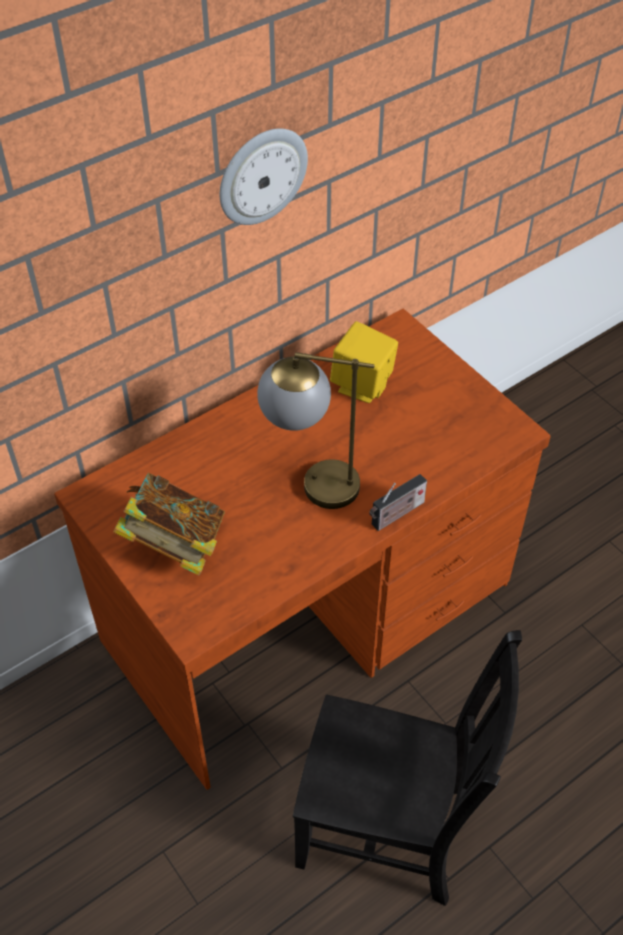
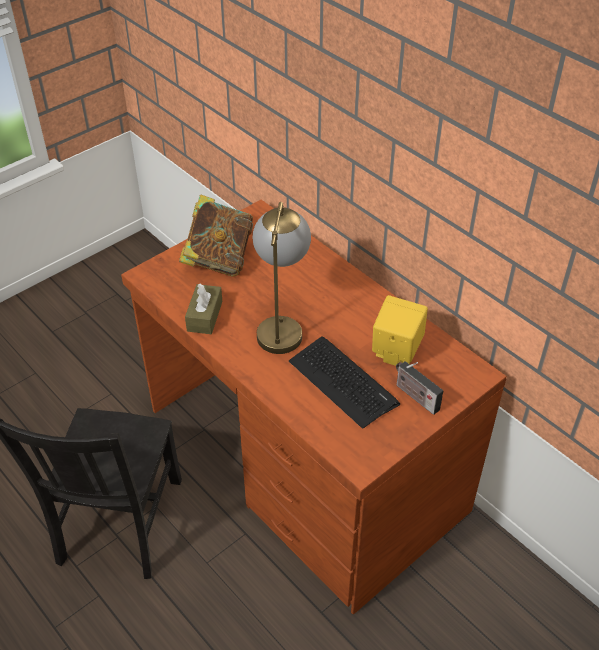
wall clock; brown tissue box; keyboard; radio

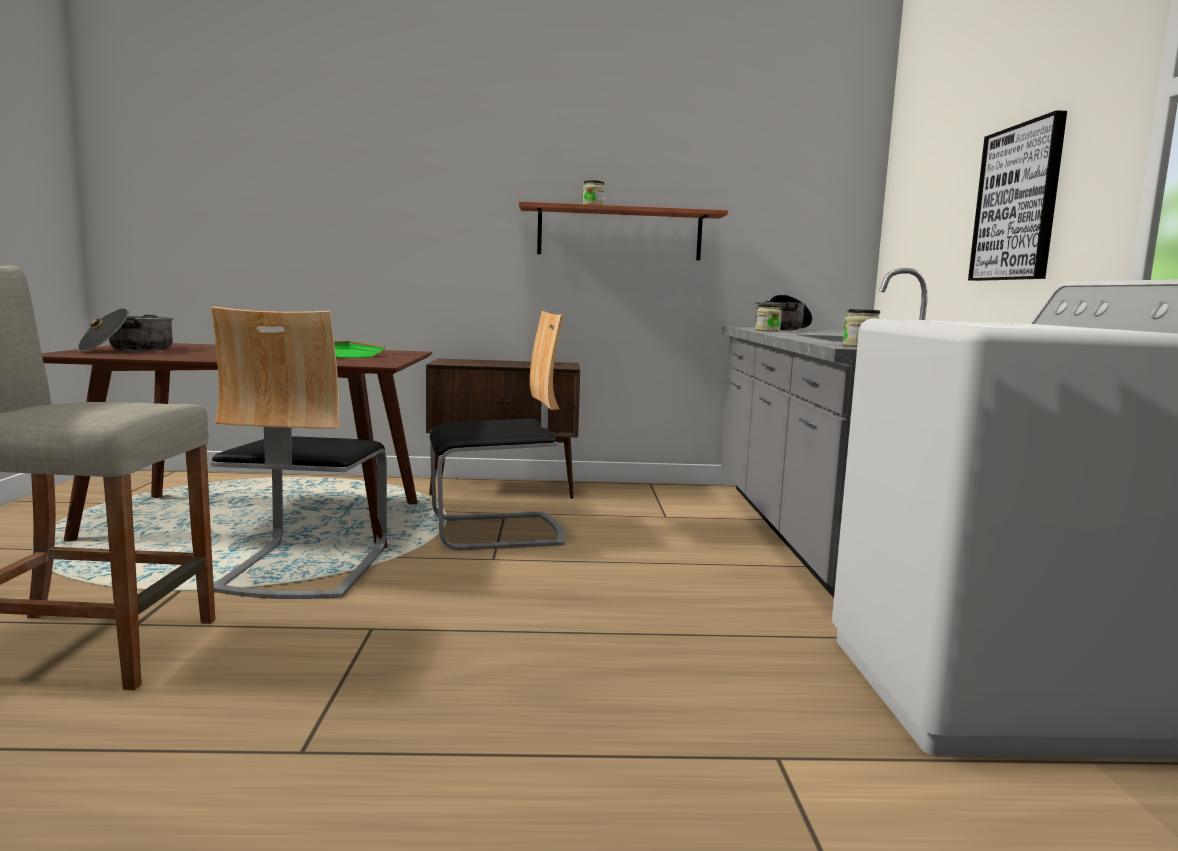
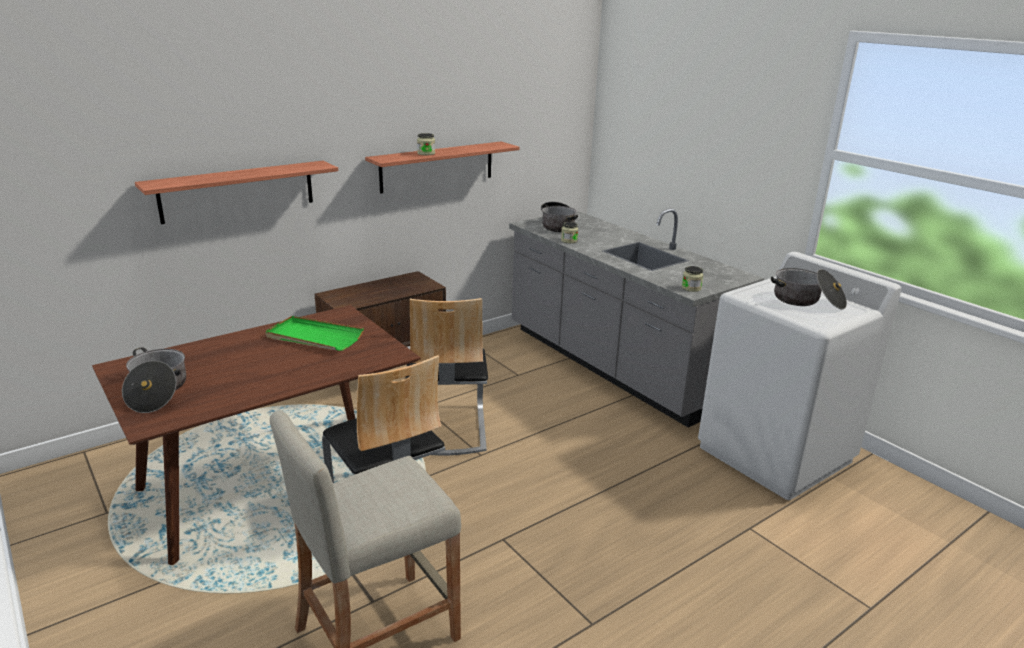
picture; shelf (1st from left); cooking pot (3rd from left); chair (2nd from left)

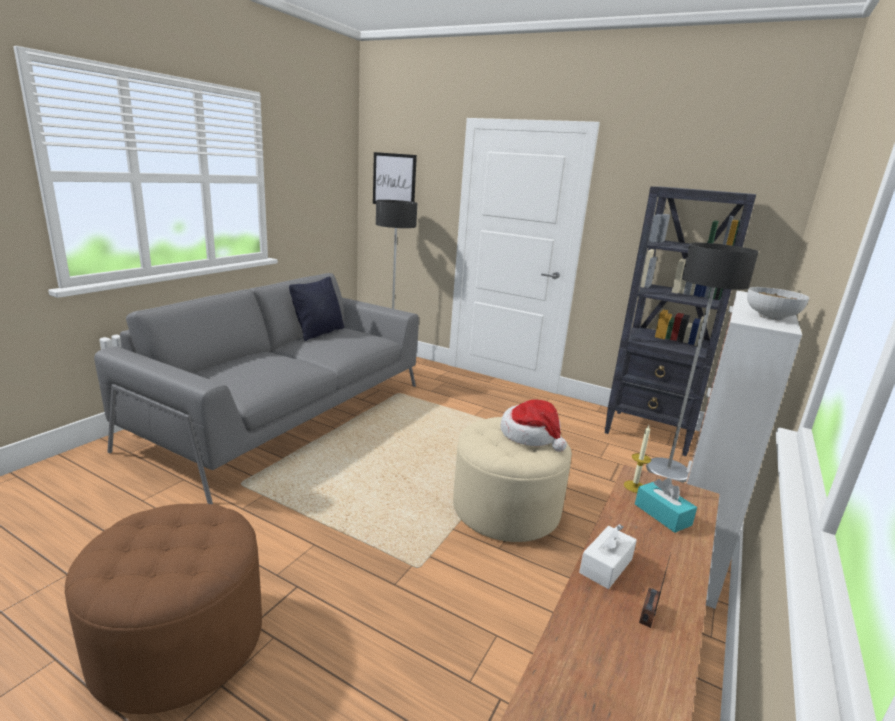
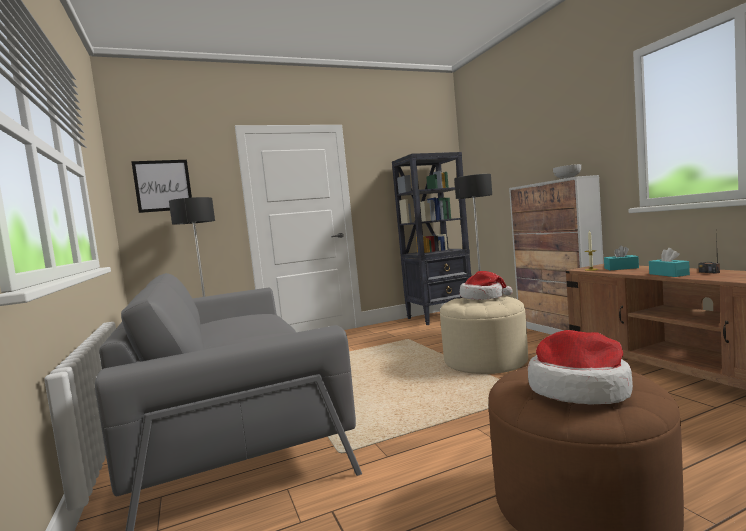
black pillow; hat (2nd from left); turquoise tissue box (2nd from left)

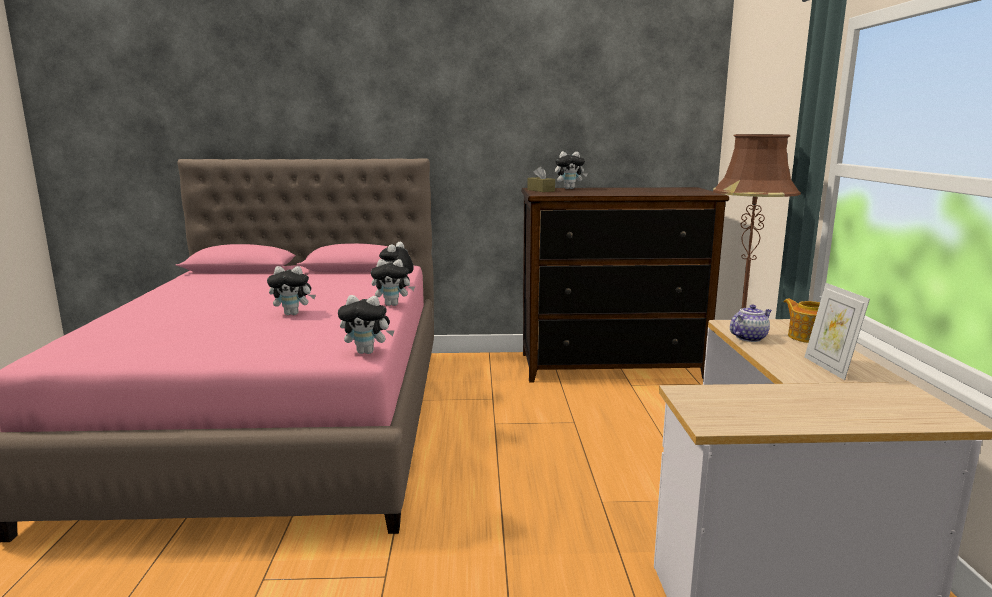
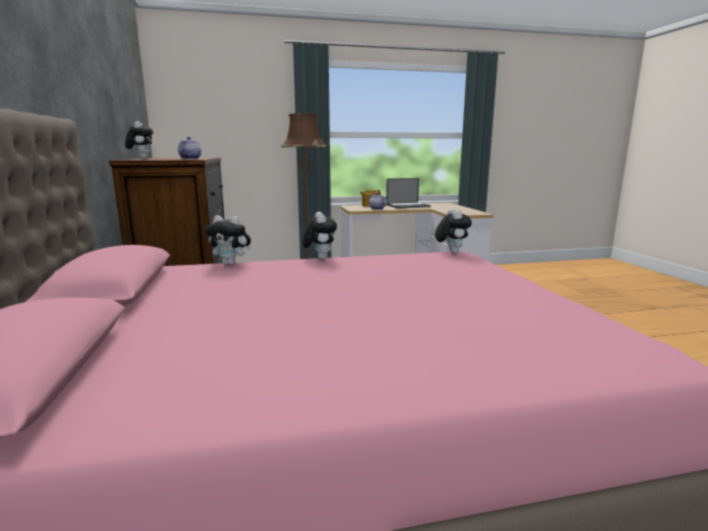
plush toy (1st from left in the first image); brown tissue box; teapot (1st from left); laptop

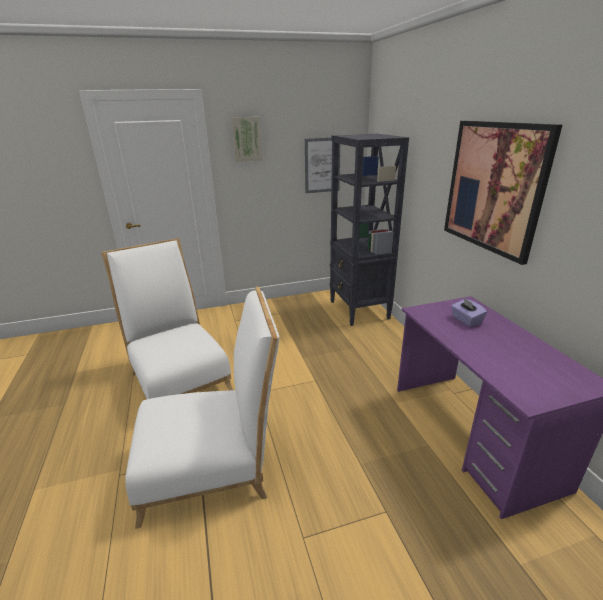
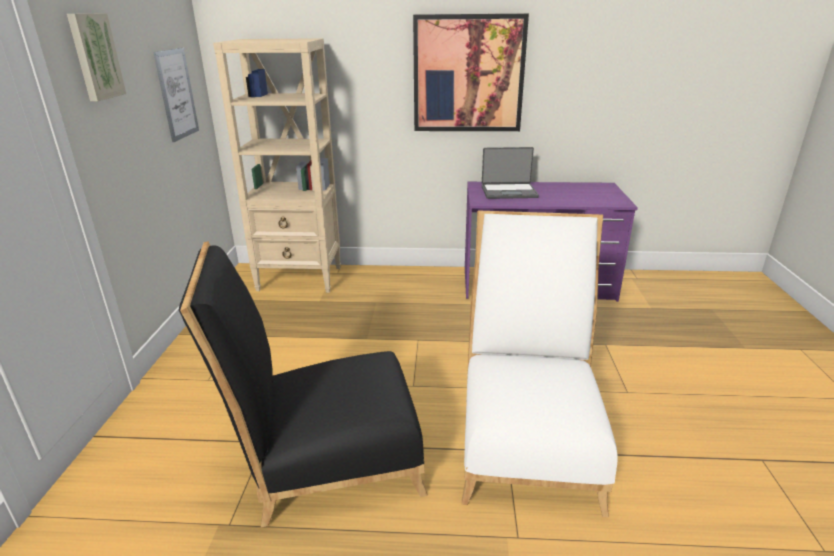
laptop; black chair; beige bookcase

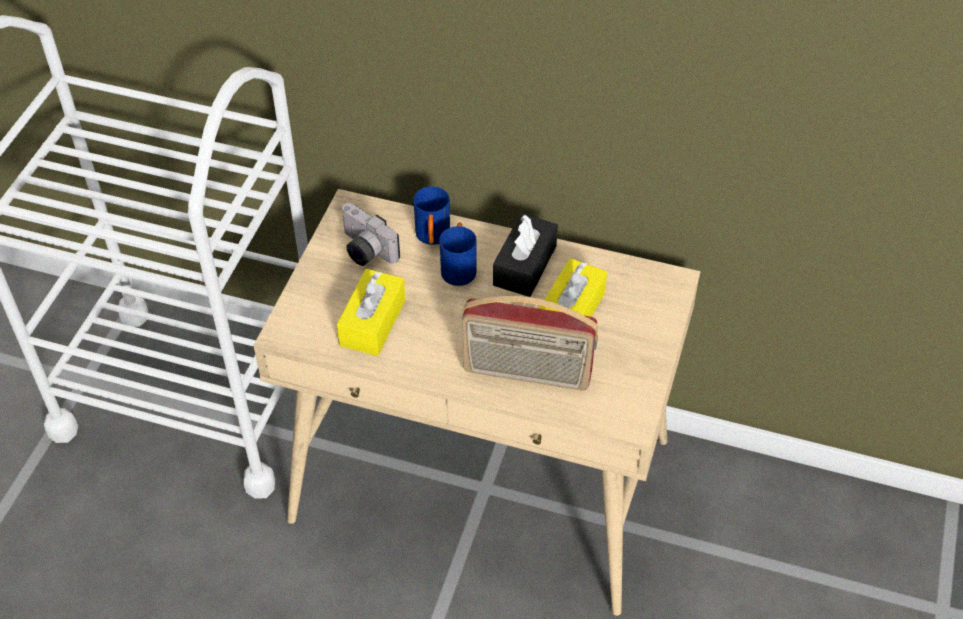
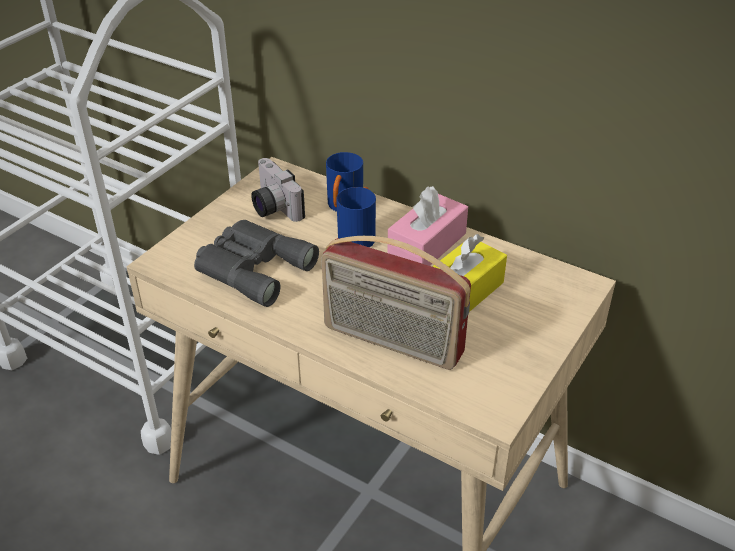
grey binoculars; pink tissue box

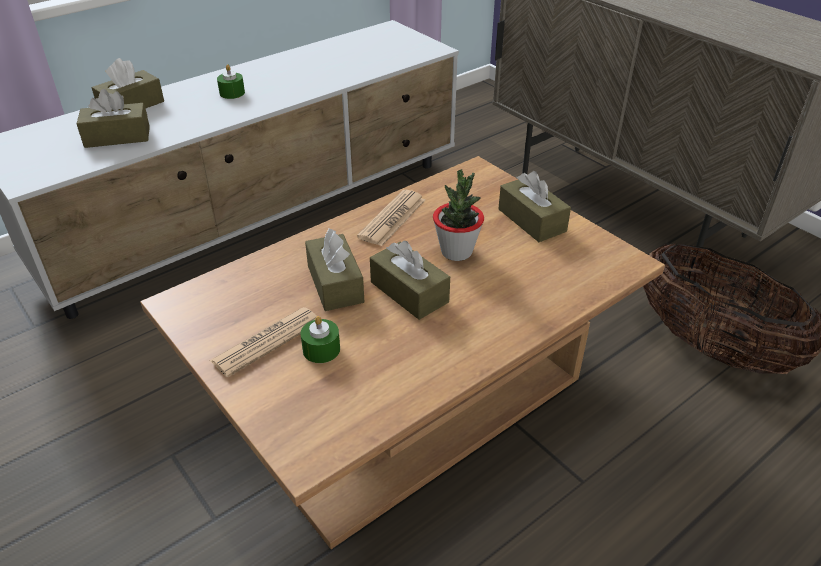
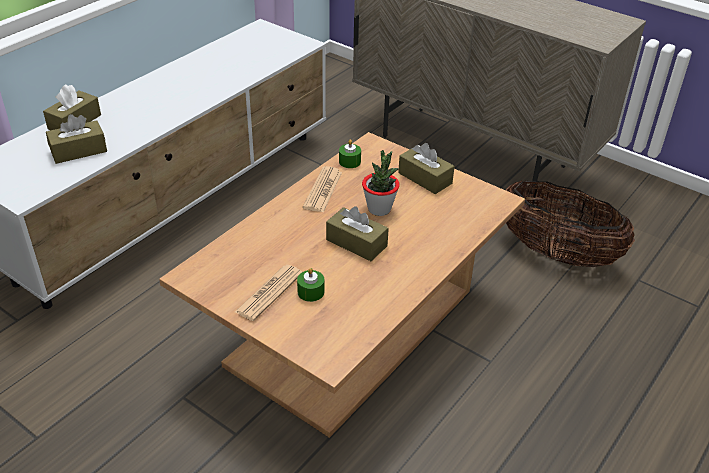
brown tissue box (3rd from left in the first image); green candle (2nd from left)

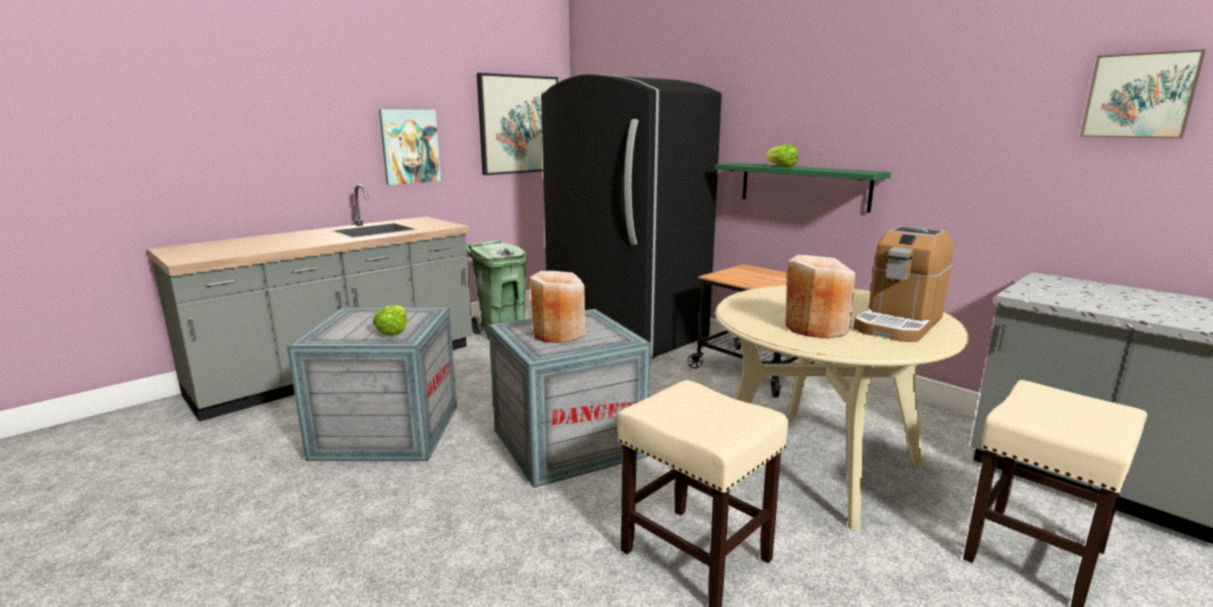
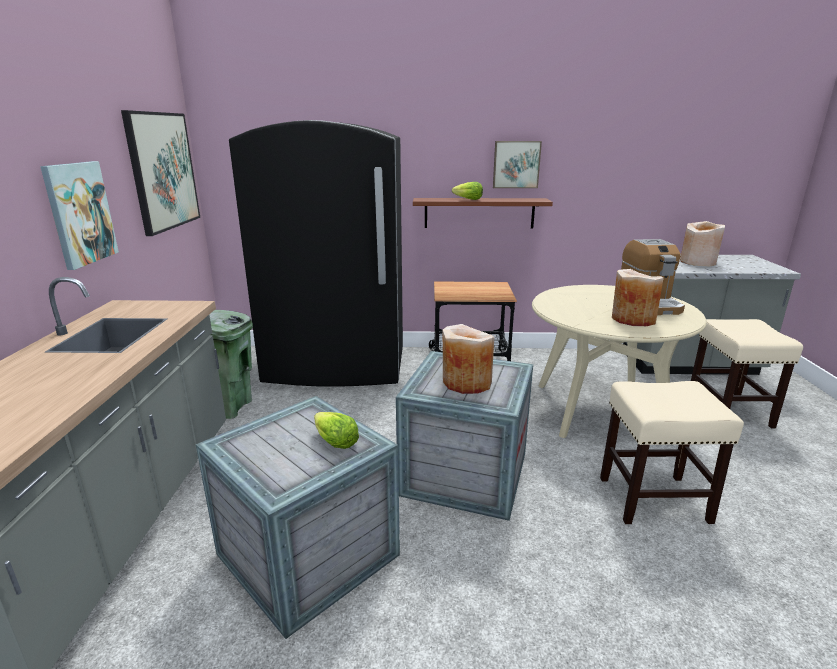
beige vase (3rd from left); picture (3rd from left); brown shelf

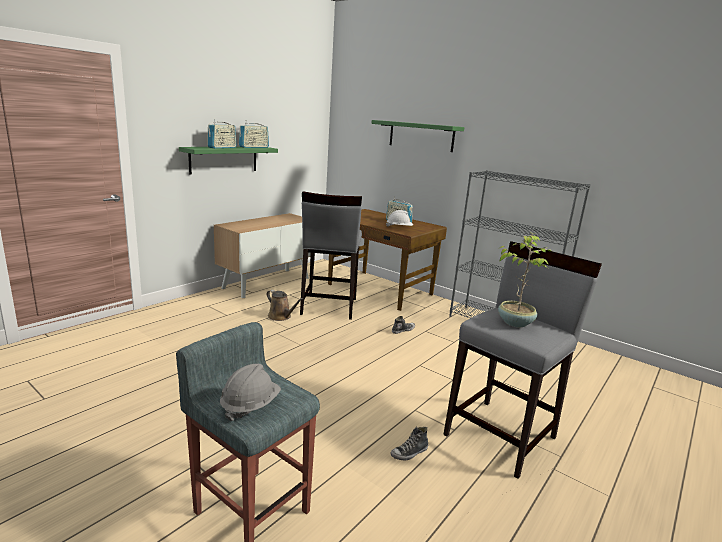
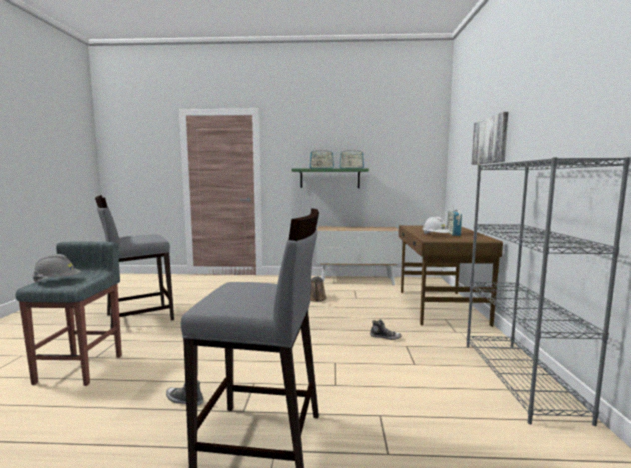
potted plant; grey stool (2nd from left); picture

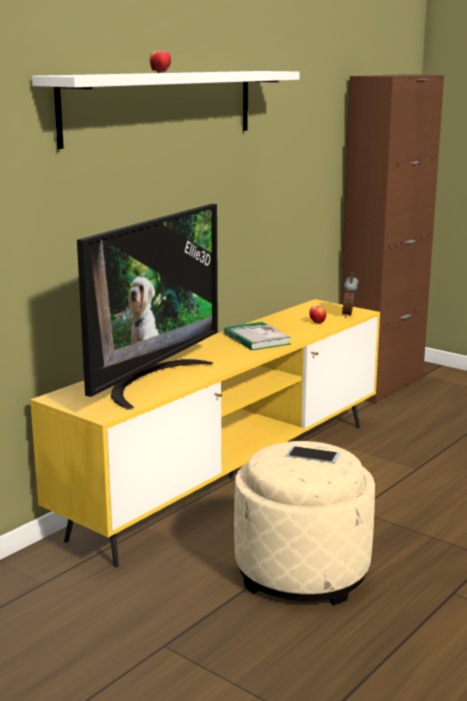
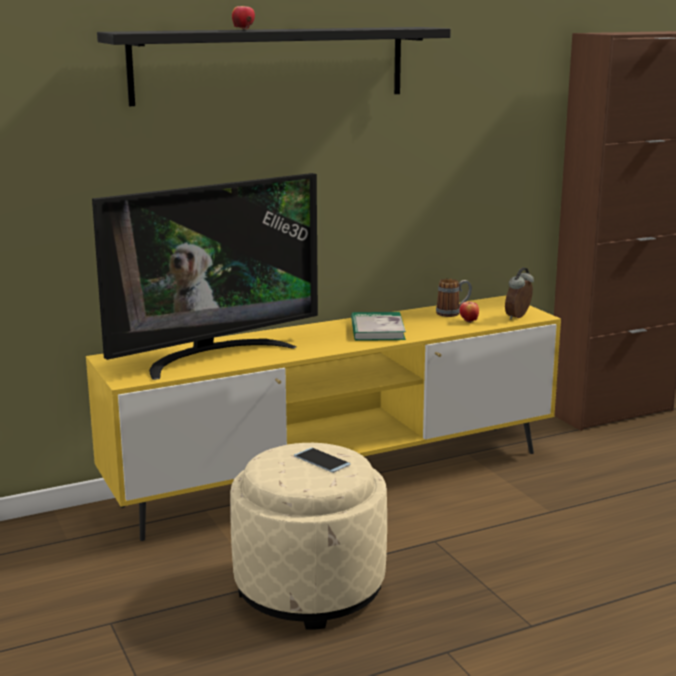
mug; black shelf

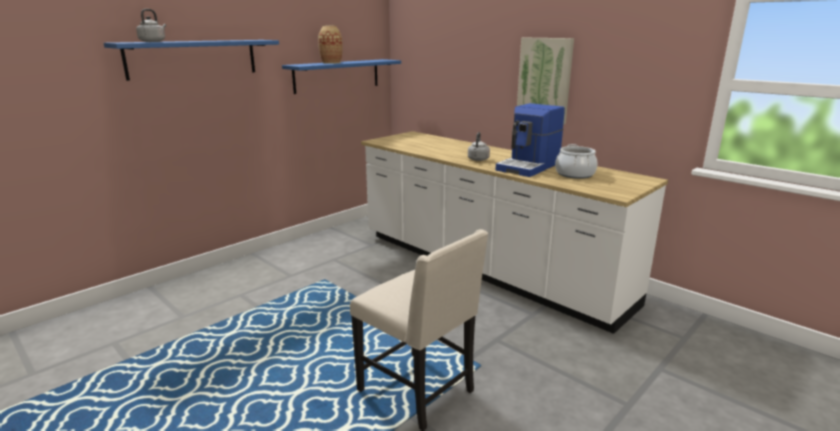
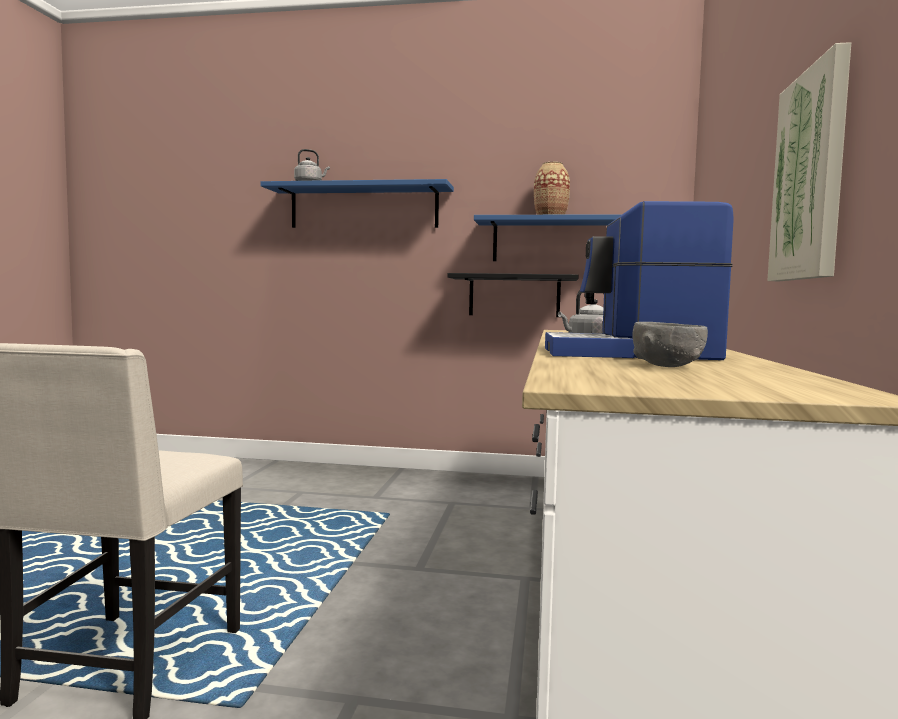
black shelf; grey bowl

